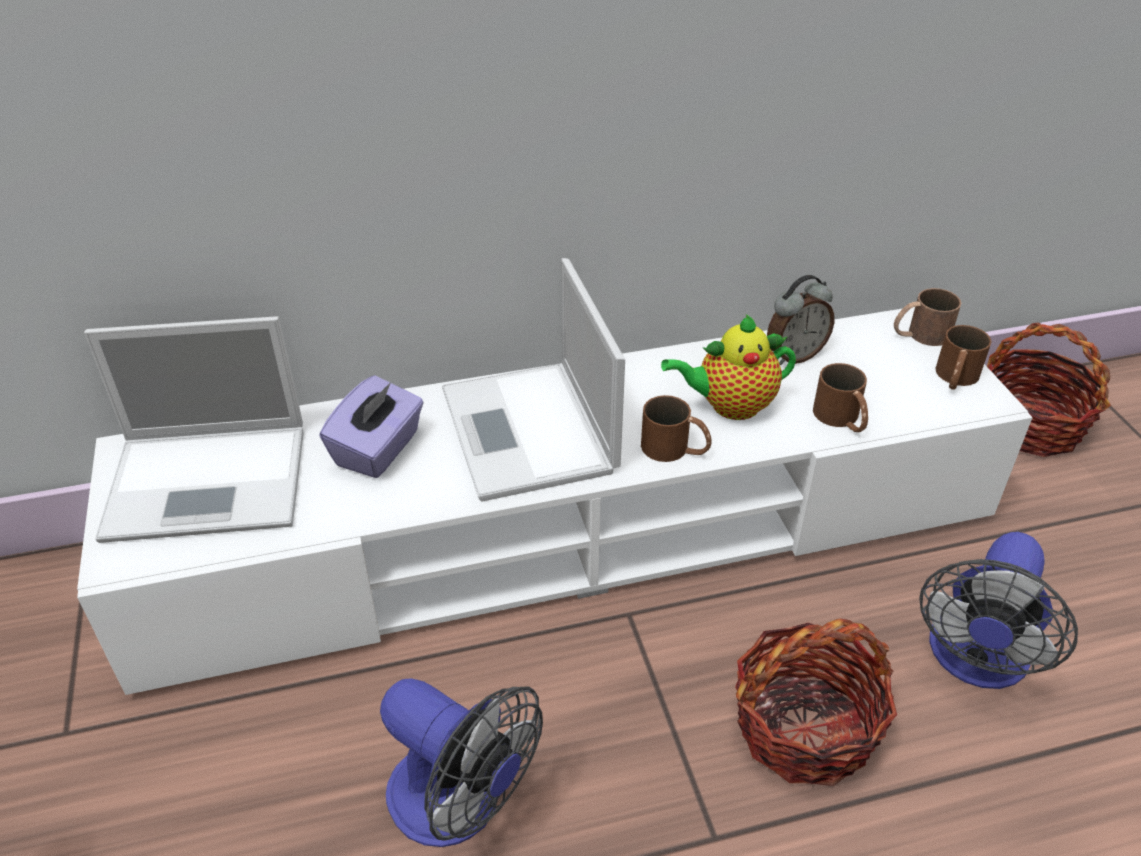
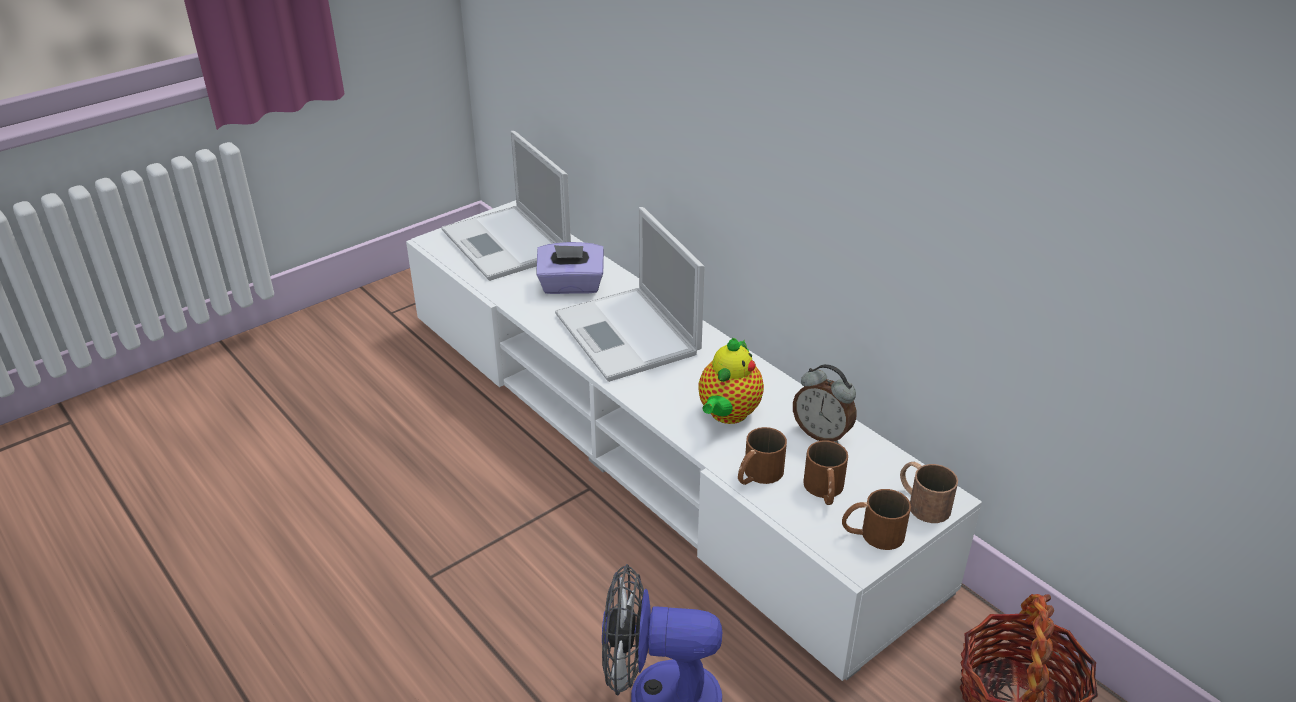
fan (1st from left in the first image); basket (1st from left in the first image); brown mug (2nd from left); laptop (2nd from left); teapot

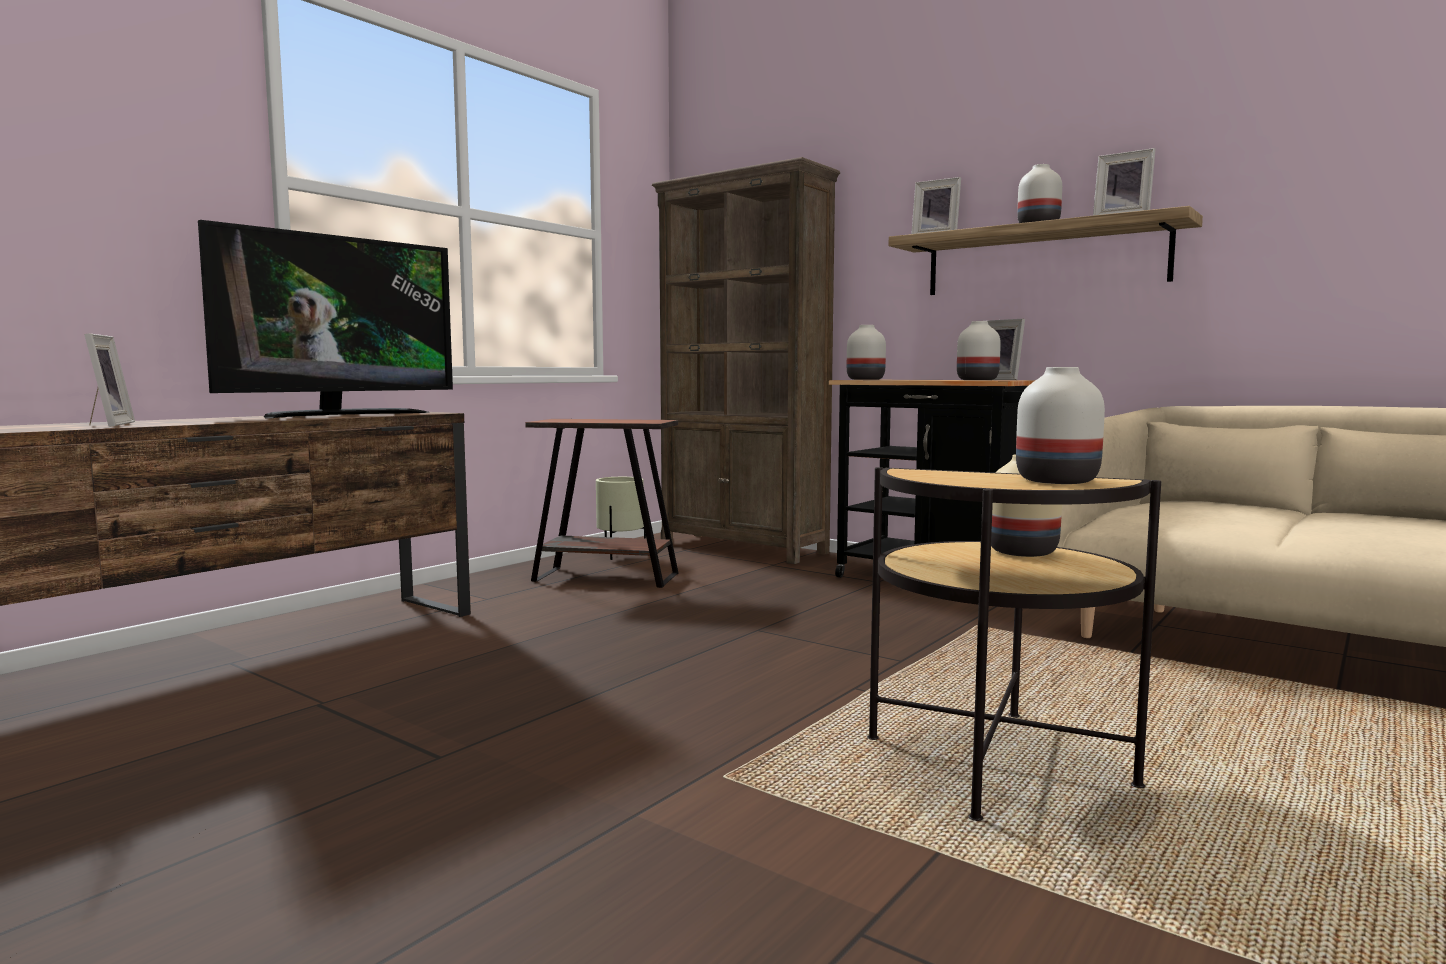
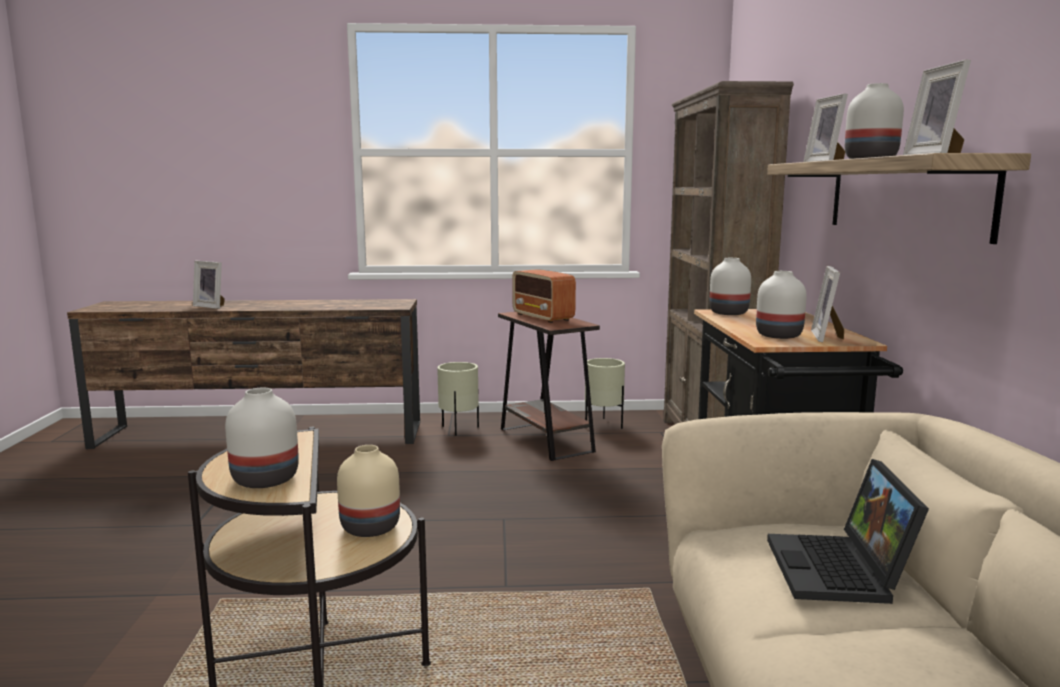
television; beige planter (1st from left); radio; laptop; picture frame (1st from left)

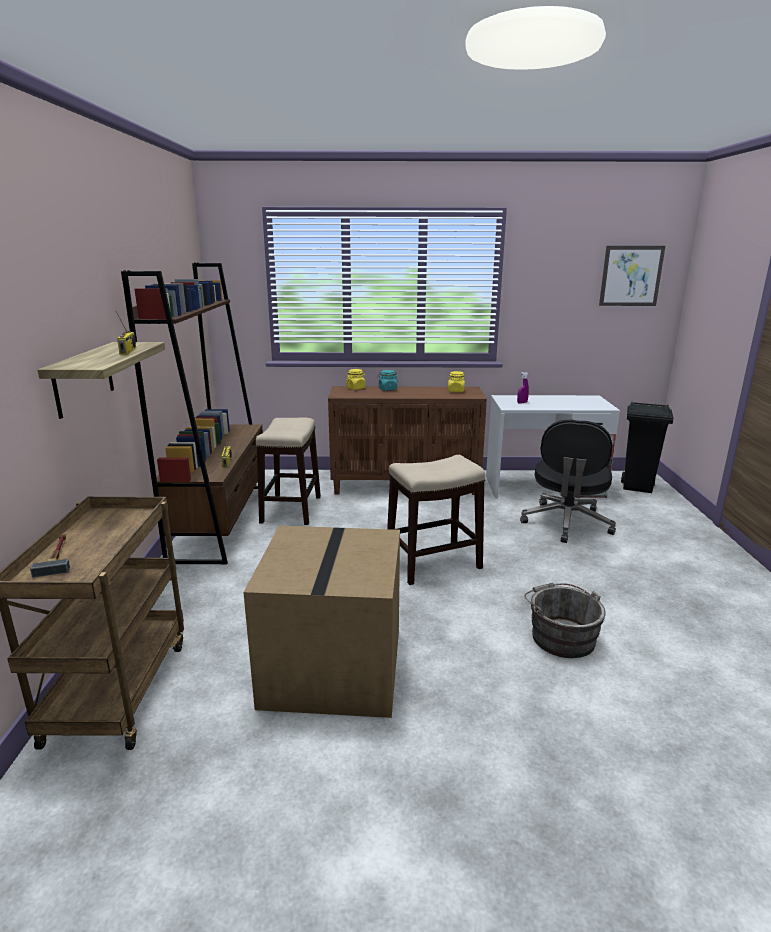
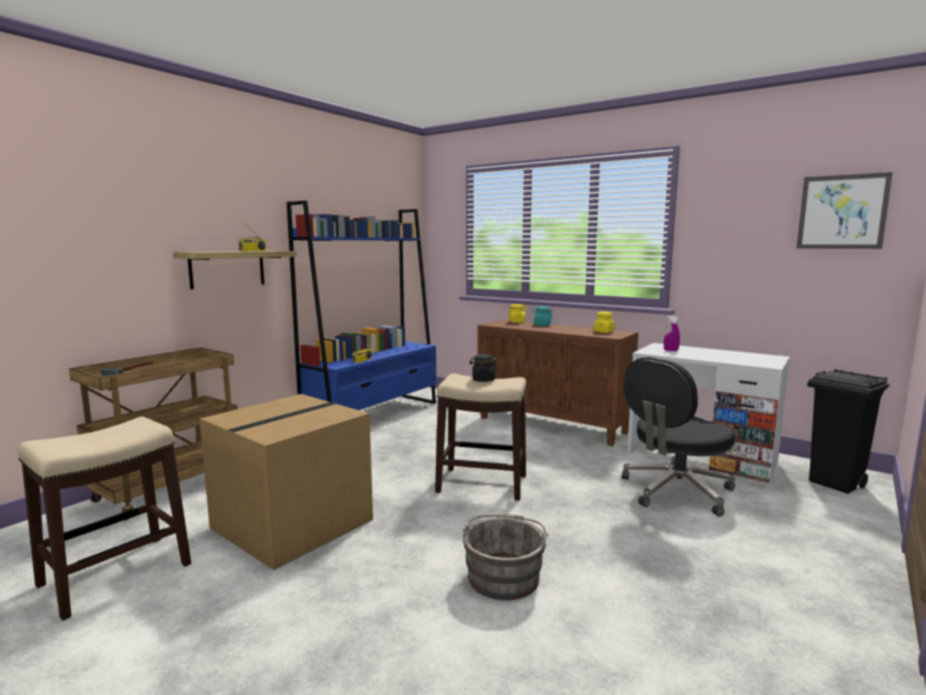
black jar; stool (1st from left); blue bookcase

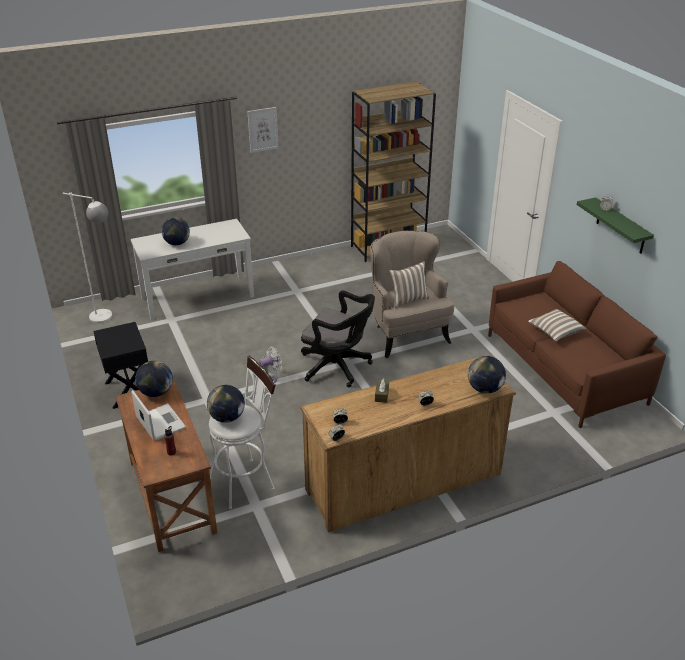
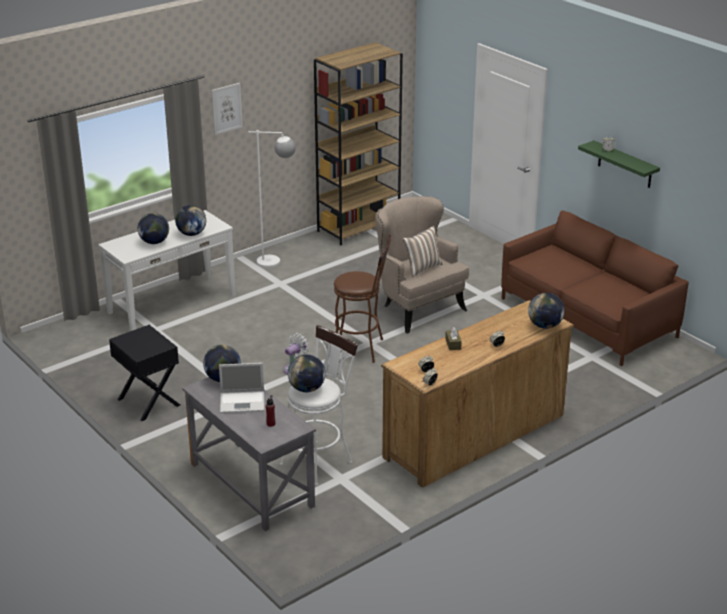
pillow (2nd from left in the first image); globe (2nd from left); white floor lamp; brown stool; grey desk; laptop

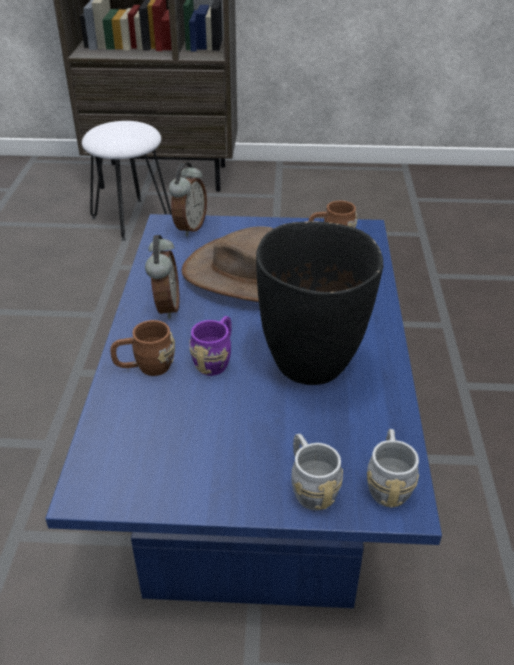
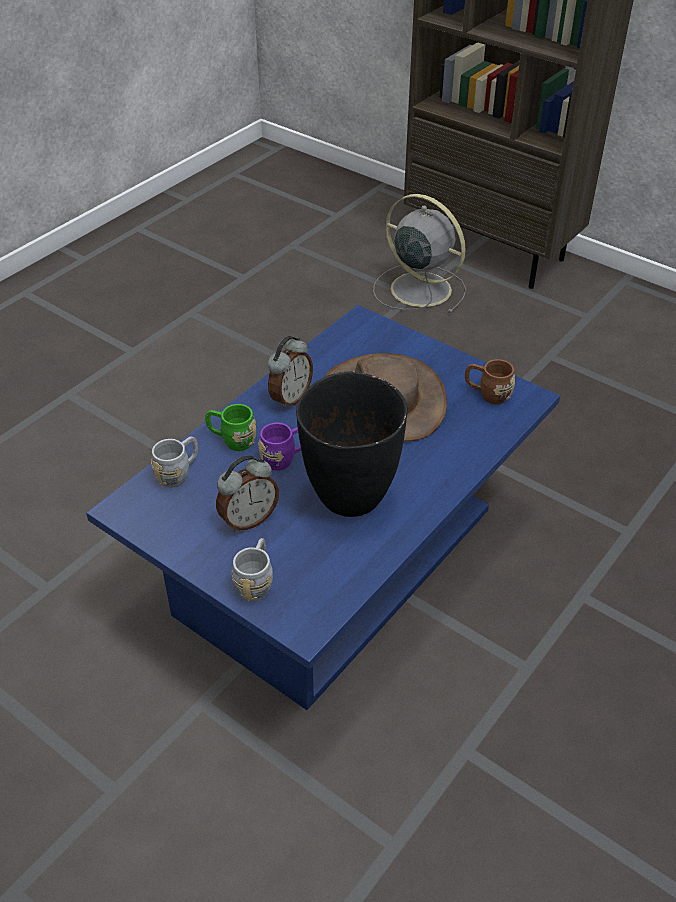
alarm clock (1st from left); grey mug (1st from left); grey fan; green mug

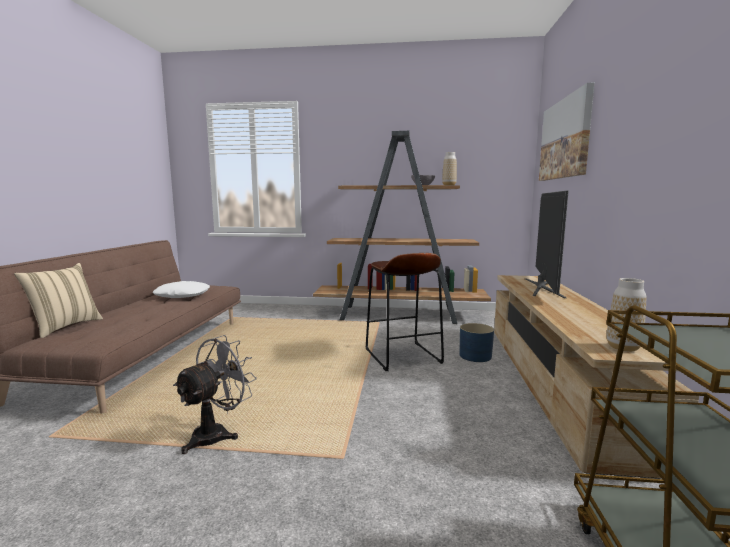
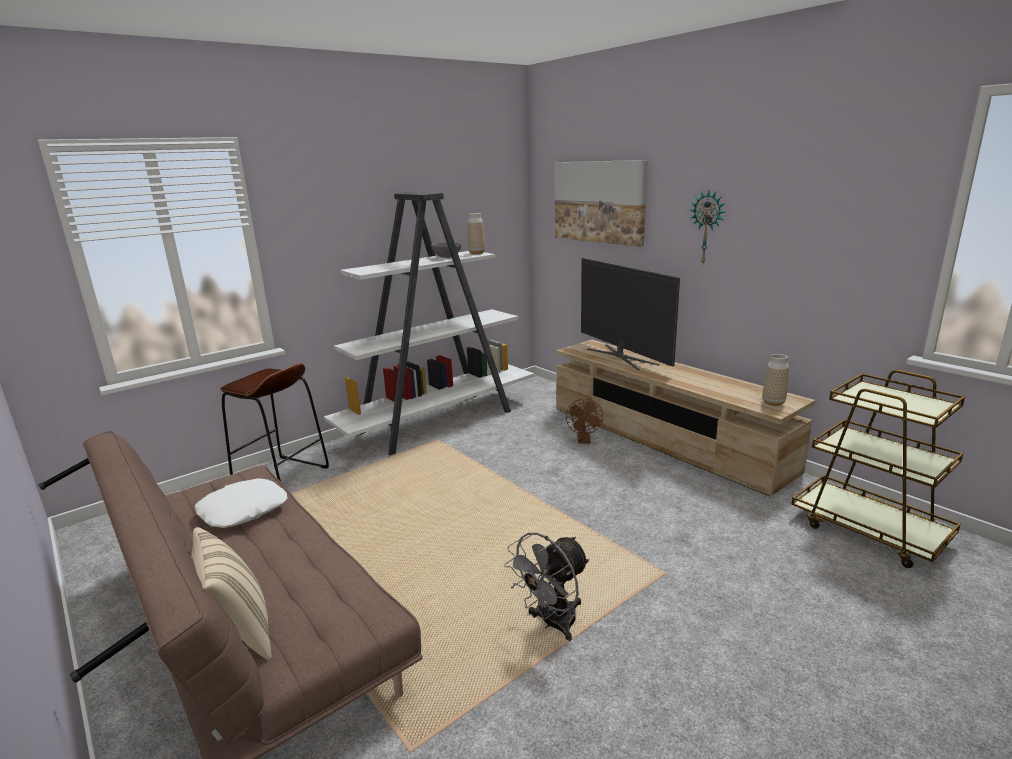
wall clock; brown stool; brown fan; white bookcase; grey fan

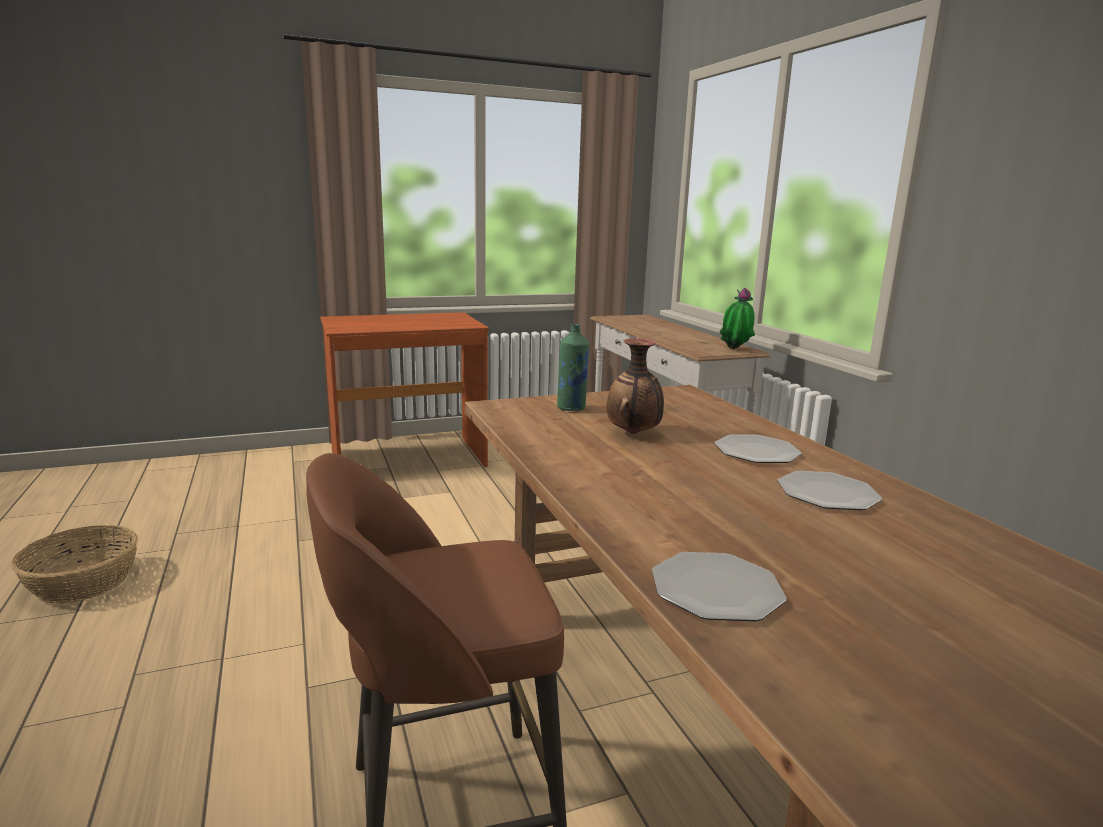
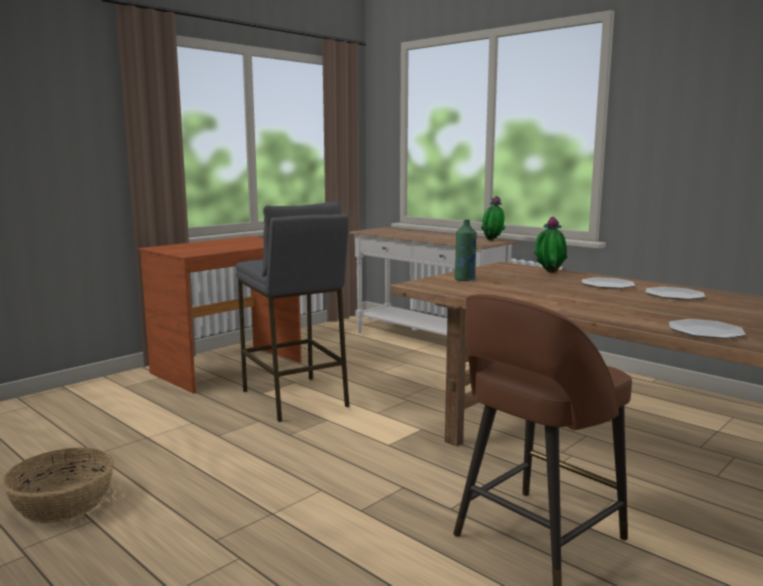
vase; grey stool; potted plant (2nd from left)

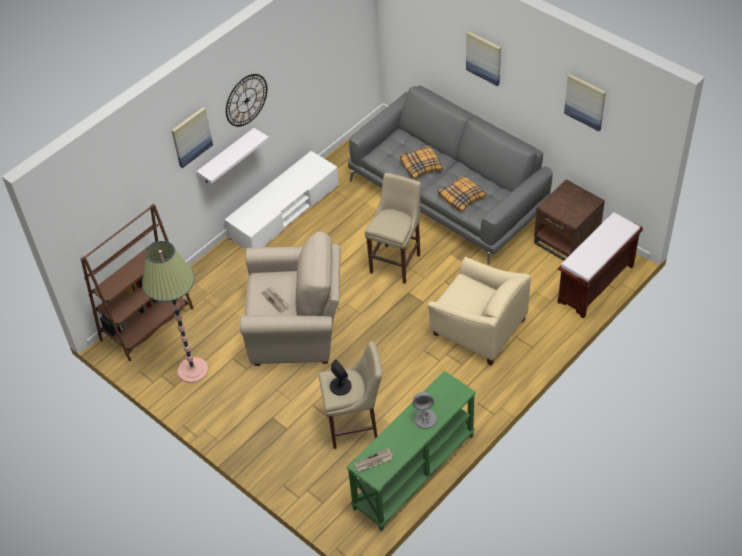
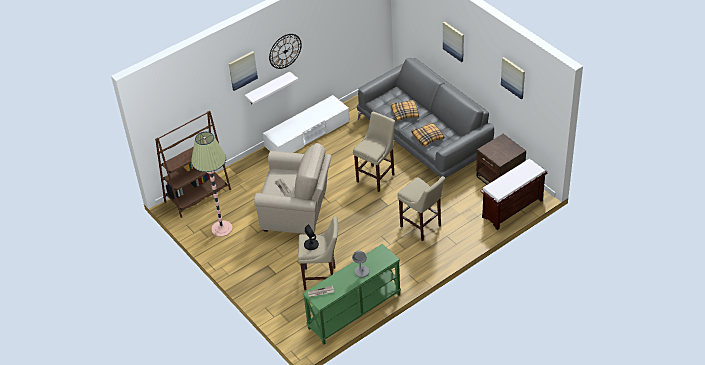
beige stool (3rd from left)

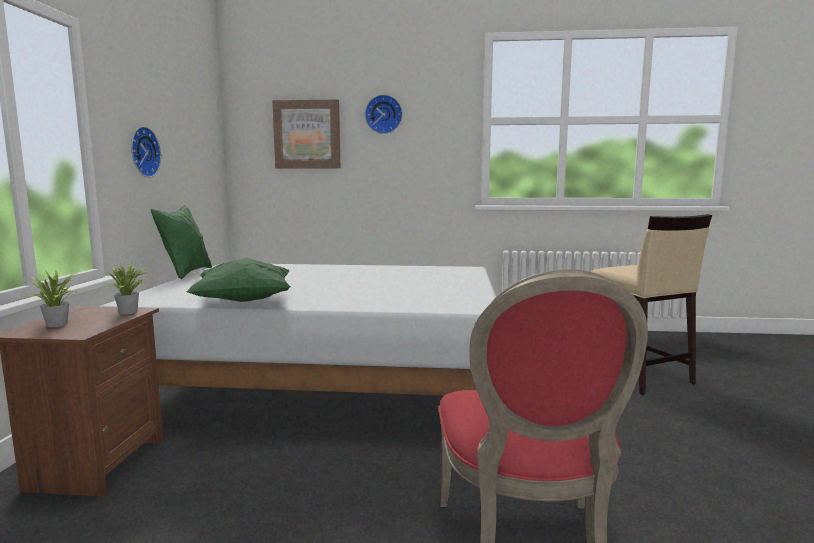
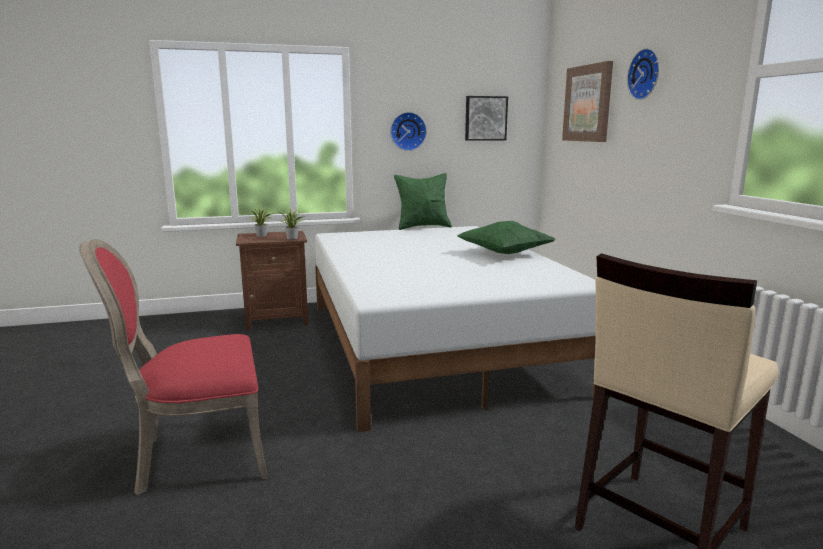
picture (1st from left); green pillow (2nd from left)

